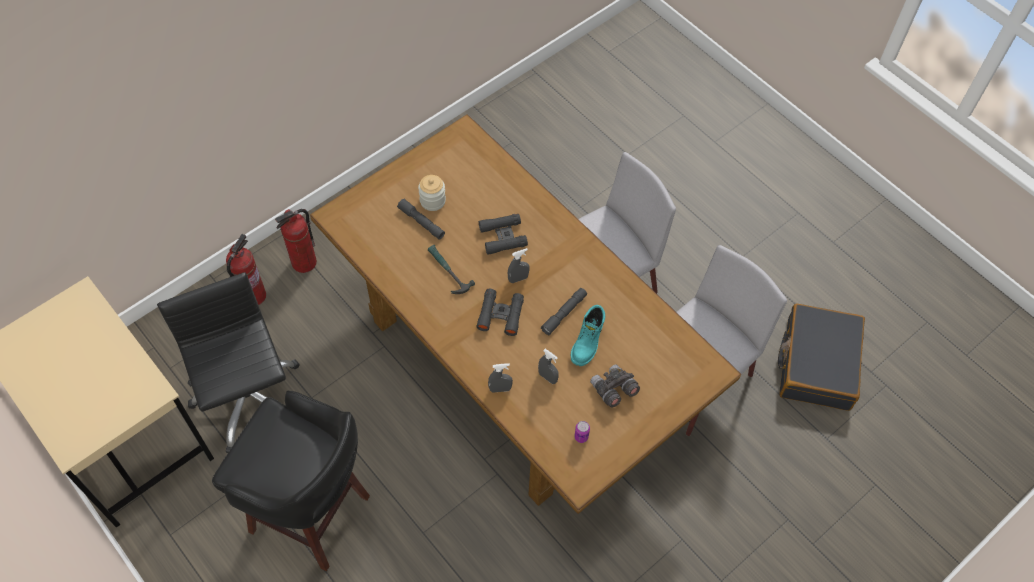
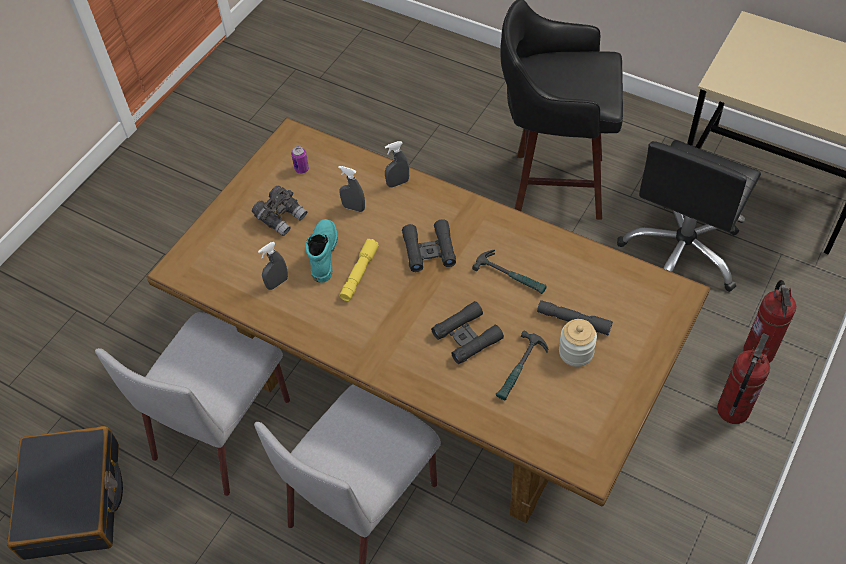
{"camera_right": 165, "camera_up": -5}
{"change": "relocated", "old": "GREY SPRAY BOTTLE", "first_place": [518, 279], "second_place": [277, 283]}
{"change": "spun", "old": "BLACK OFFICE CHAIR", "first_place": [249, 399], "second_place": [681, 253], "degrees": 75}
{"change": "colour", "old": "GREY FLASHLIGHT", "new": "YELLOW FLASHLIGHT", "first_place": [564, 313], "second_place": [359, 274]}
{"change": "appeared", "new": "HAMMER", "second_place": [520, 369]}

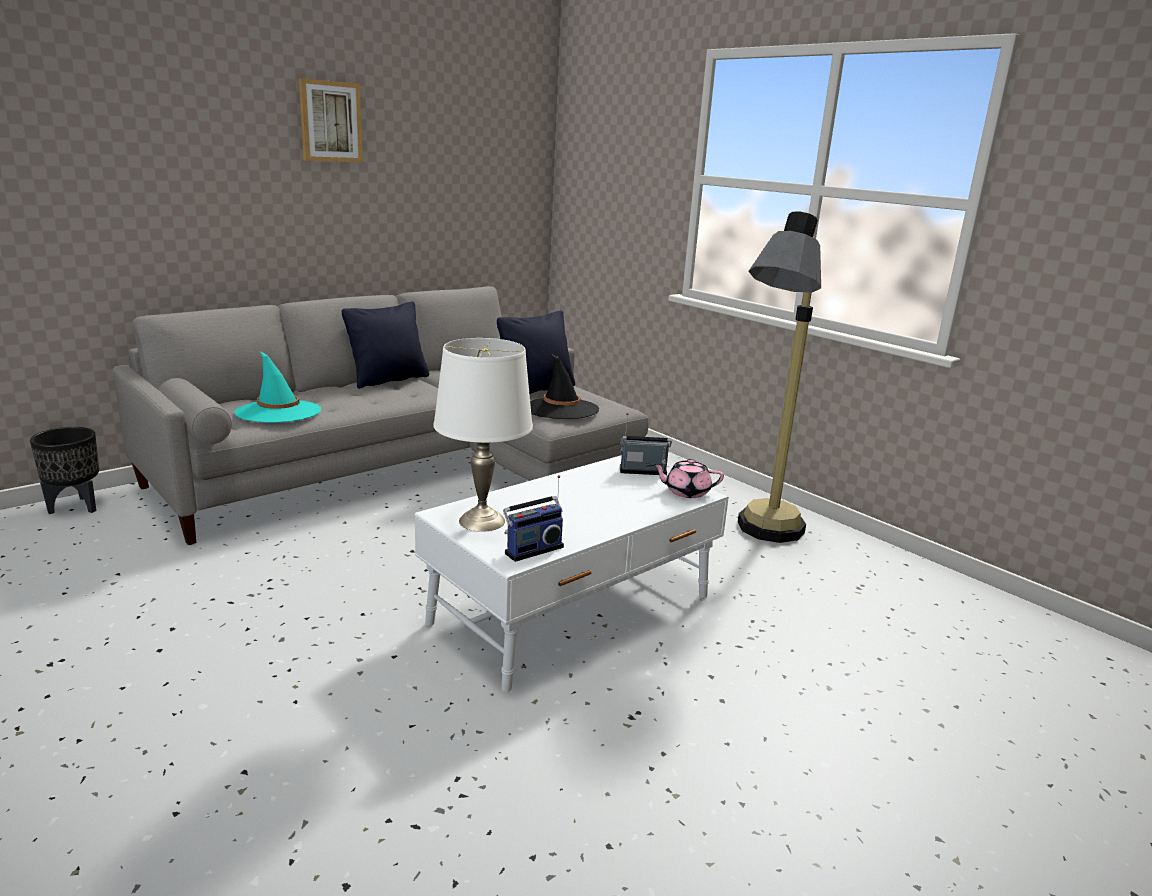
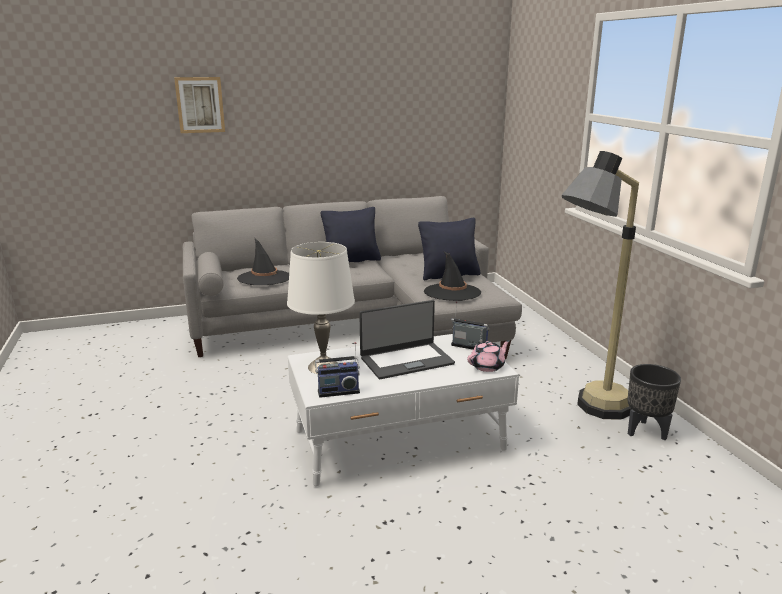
{"camera_right": 25, "camera_up": 0}
{"change": "relocated", "old": "PICTURE", "first_place": [330, 121], "second_place": [200, 105]}
{"change": "colour", "old": "TURQUOISE HAT", "new": "BLACK HAT", "first_place": [278, 412], "second_place": [264, 278]}
{"change": "relocated", "old": "BLACK PLANTER", "first_place": [76, 507], "second_place": [646, 431]}
{"change": "spun", "old": "PINK TEAPOT", "first_place": [686, 492], "second_place": [487, 366], "degrees": 120}
{"change": "appeared", "new": "LAPTOP", "second_place": [406, 360]}

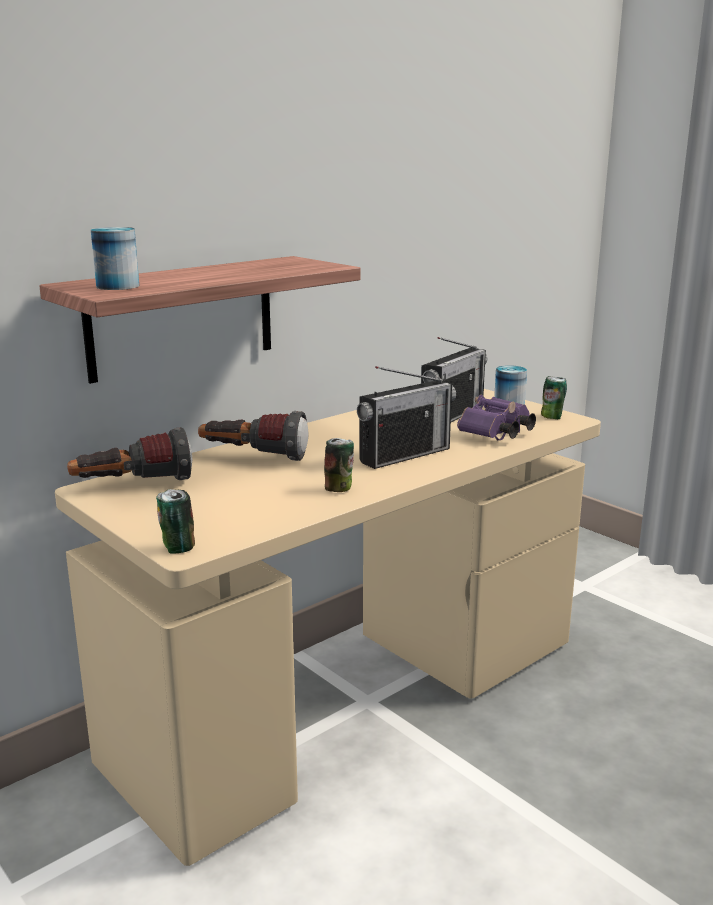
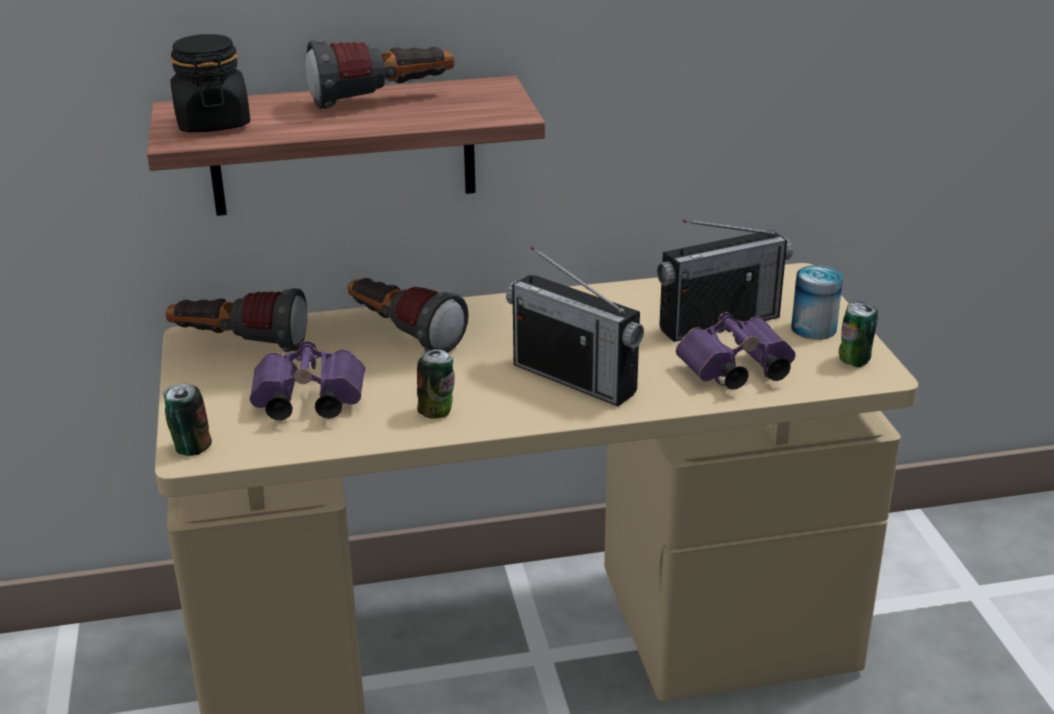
{"camera_right": 30, "camera_up": 10}
{"change": "exchanged", "old": "CAN", "new": "BLACK JAR", "first_place": [118, 286], "second_place": [212, 123]}
{"change": "spun", "old": "RADIO", "first_place": [405, 455], "second_place": [574, 378], "degrees": 45}
{"change": "appeared", "new": "FLASHLIGHT", "second_place": [383, 100]}
{"change": "appeared", "new": "PURPLE BINOCULARS", "second_place": [305, 404]}

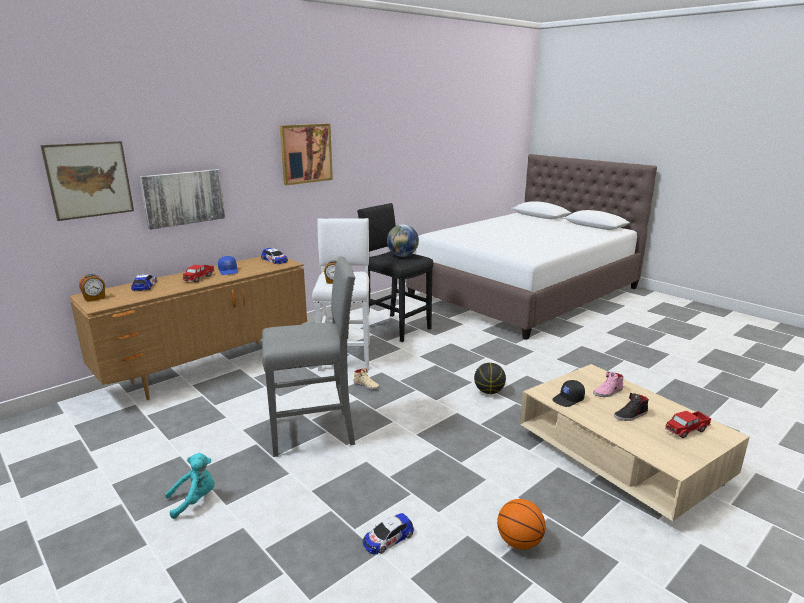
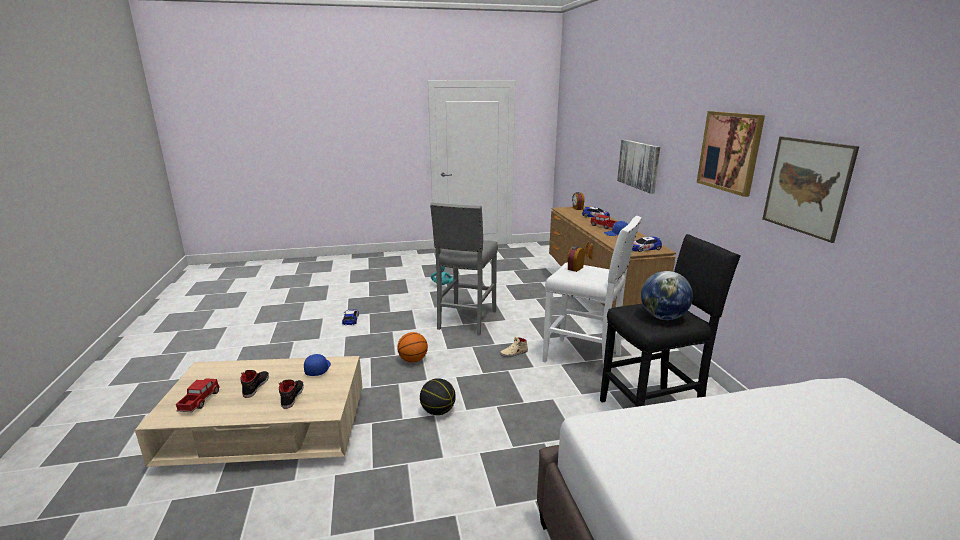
{"camera_right": 120, "camera_up": 0}
{"change": "relocated", "old": "PICTURE", "first_place": [89, 180], "second_place": [806, 186]}
{"change": "colour", "old": "PINK SHOE", "new": "BLACK SHOE", "first_place": [608, 392], "second_place": [292, 396]}
{"change": "colour", "old": "BLACK CAP", "new": "BLUE CAP", "first_place": [568, 399], "second_place": [317, 369]}
{"change": "relocated", "old": "BASKETBALL", "first_place": [519, 542], "second_place": [413, 360]}

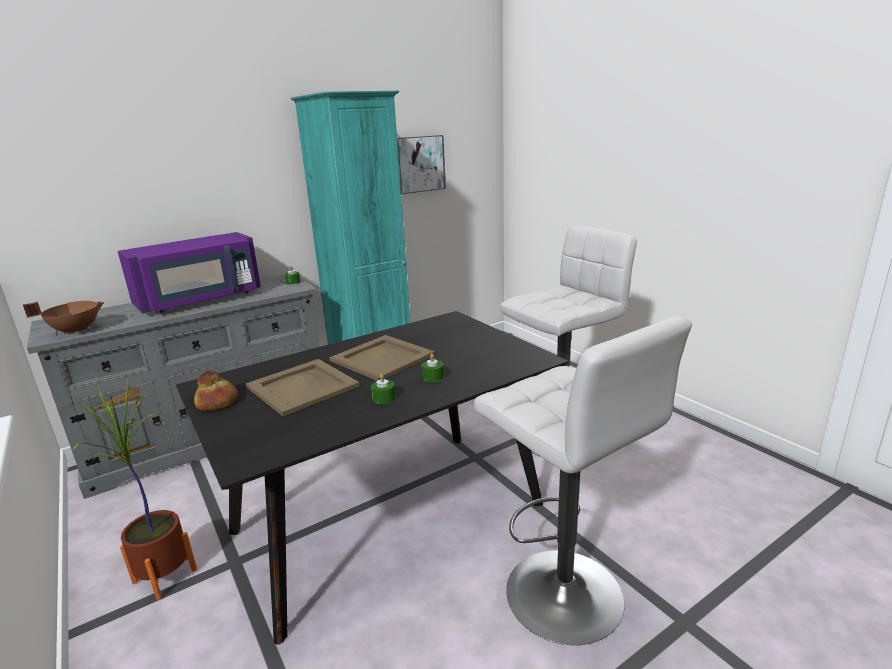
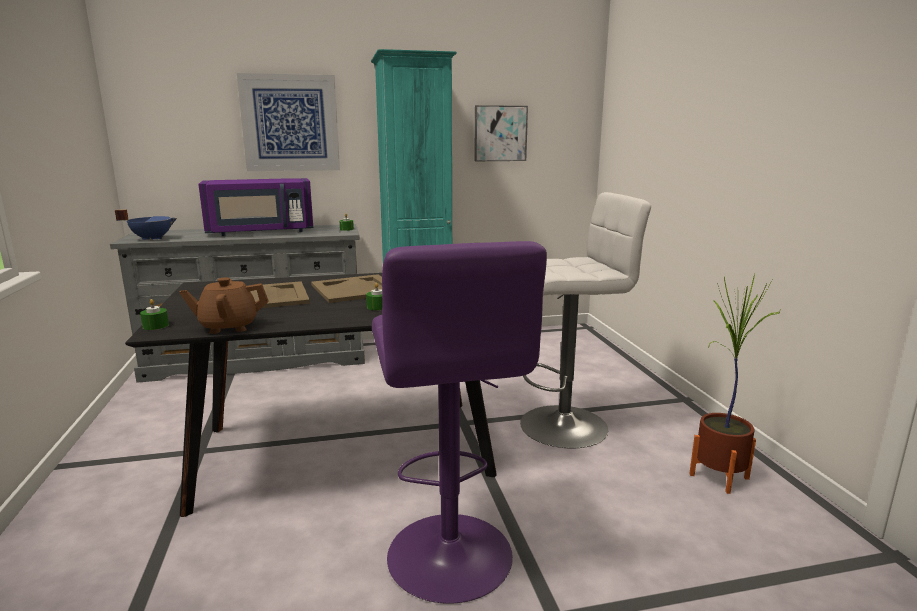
{"camera_right": 20, "camera_up": -5}
{"change": "colour", "old": "BROWN COOKING POT", "new": "BLUE COOKING POT", "first_place": [76, 331], "second_place": [152, 239]}
{"change": "colour", "old": "WHITE STOOL", "new": "PURPLE STOOL", "first_place": [564, 596], "second_place": [448, 556]}
{"change": "missing", "old": "BREAD", "first_place": [218, 402]}
{"change": "relocated", "old": "GREEN CANDLE", "first_place": [384, 398], "second_place": [155, 326]}
{"change": "relocated", "old": "POTTED PLANT", "first_place": [164, 576], "second_place": [718, 477]}
{"change": "appeared", "new": "PICTURE", "second_place": [290, 123]}
{"change": "appeared", "new": "BROWN TEAPOT", "second_place": [228, 327]}

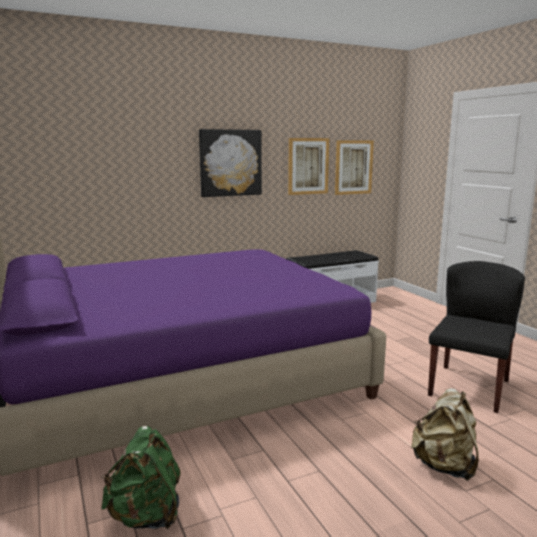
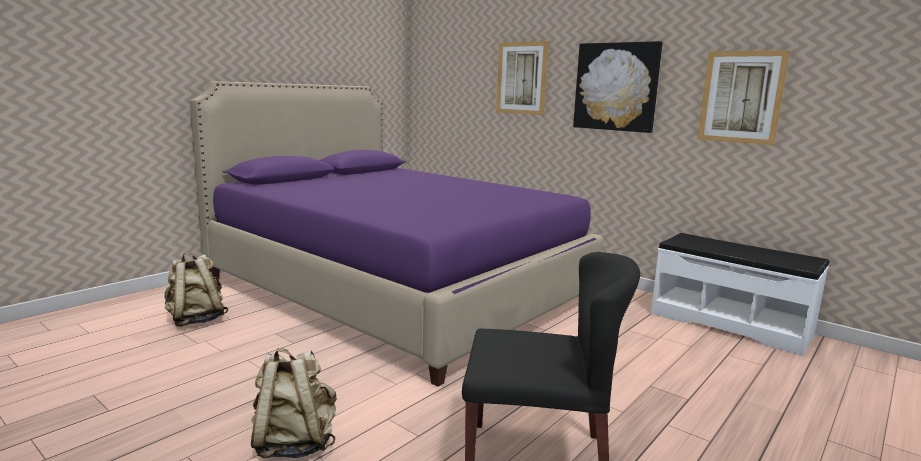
{"camera_right": 65, "camera_up": 0}
{"change": "relocated", "old": "PICTURE", "first_place": [353, 167], "second_place": [522, 78]}
{"change": "colour", "old": "GREEN BACKPACK", "new": "BEIGE BACKPACK", "first_place": [146, 516], "second_place": [196, 320]}

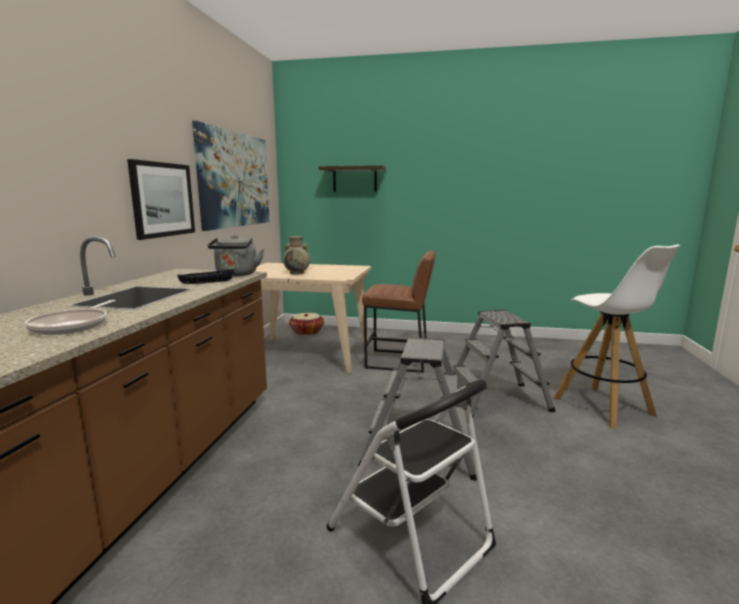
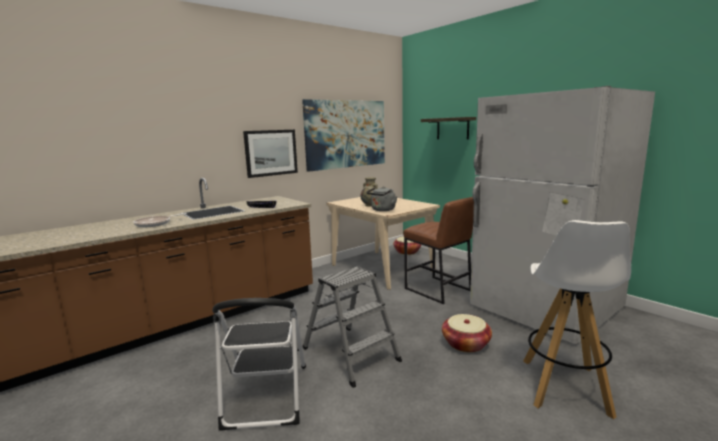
{"camera_right": 40, "camera_up": 0}
{"change": "relocated", "old": "GREY KETTLE", "first_place": [236, 275], "second_place": [382, 210]}
{"change": "exchanged", "old": "GREY STEP LADDER", "new": "BASKET", "first_place": [497, 400], "second_place": [465, 344]}
{"change": "appeared", "new": "WHITE FRIDGE", "second_place": [546, 307]}

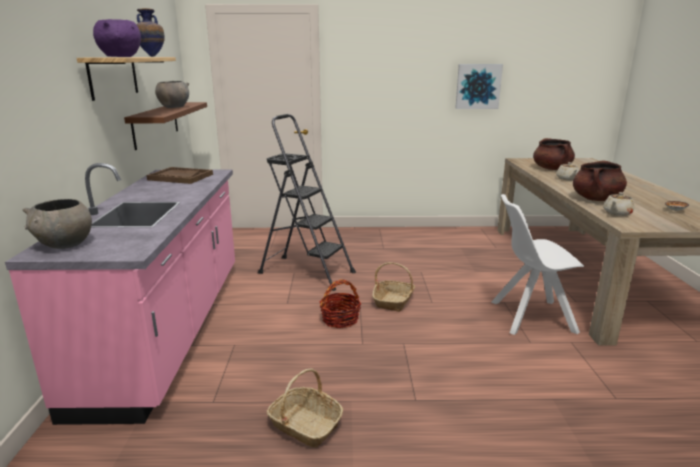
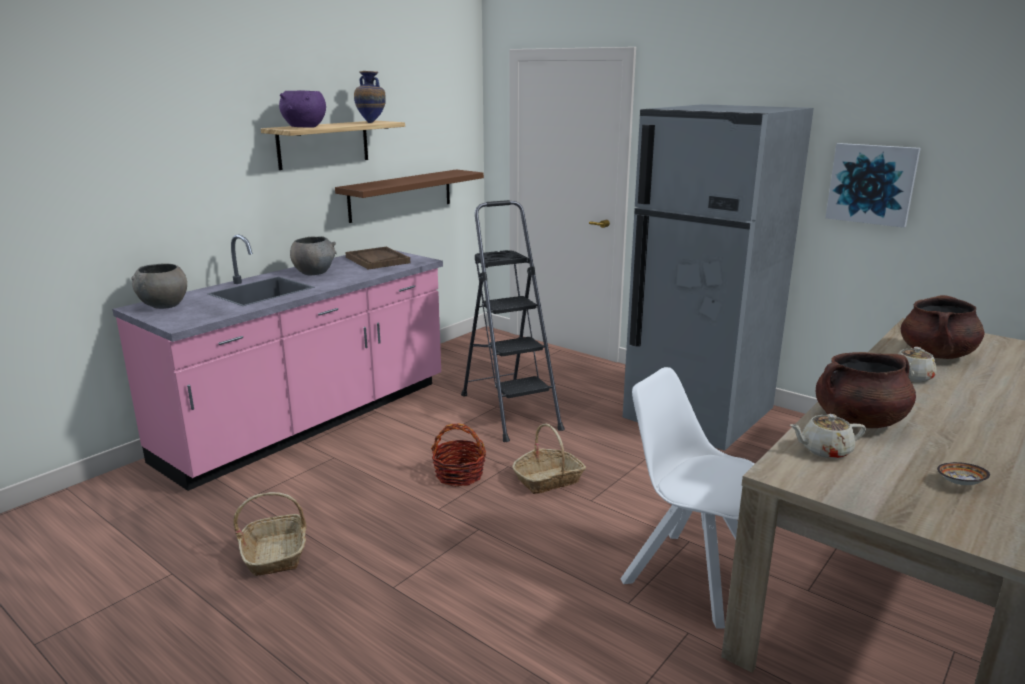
{"camera_right": 40, "camera_up": 0}
{"change": "relocated", "old": "GREY BOWL", "first_place": [174, 107], "second_place": [314, 272]}
{"change": "appeared", "new": "GREY FRIDGE", "second_place": [700, 412]}

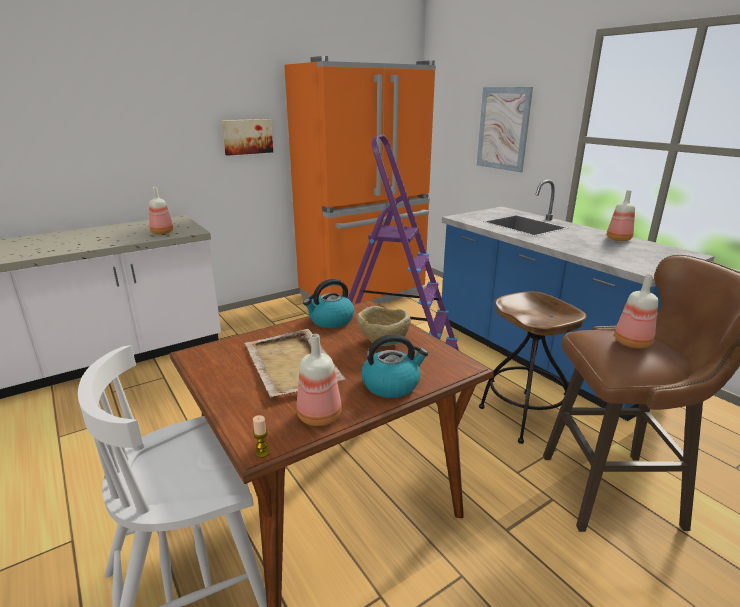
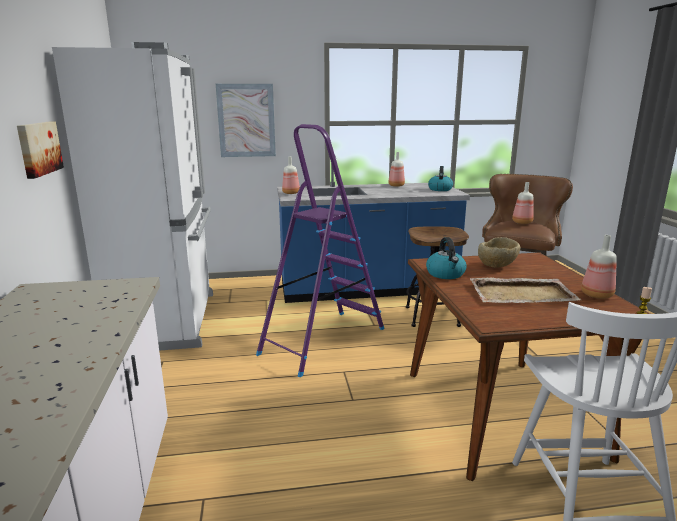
{"camera_right": -65, "camera_up": -5}
{"change": "colour", "old": "ORANGE FRIDGE", "new": "WHITE FRIDGE", "first_place": [364, 294], "second_place": [168, 320]}
{"change": "relocated", "old": "BOTTLE", "first_place": [162, 232], "second_place": [291, 193]}
{"change": "relocated", "old": "KETTLE", "first_place": [391, 384], "second_place": [440, 189]}

